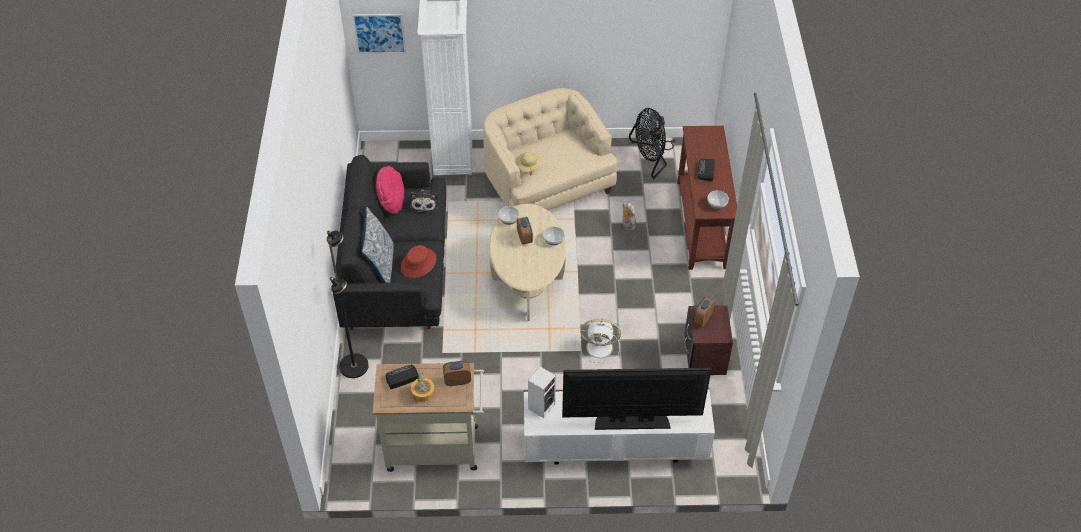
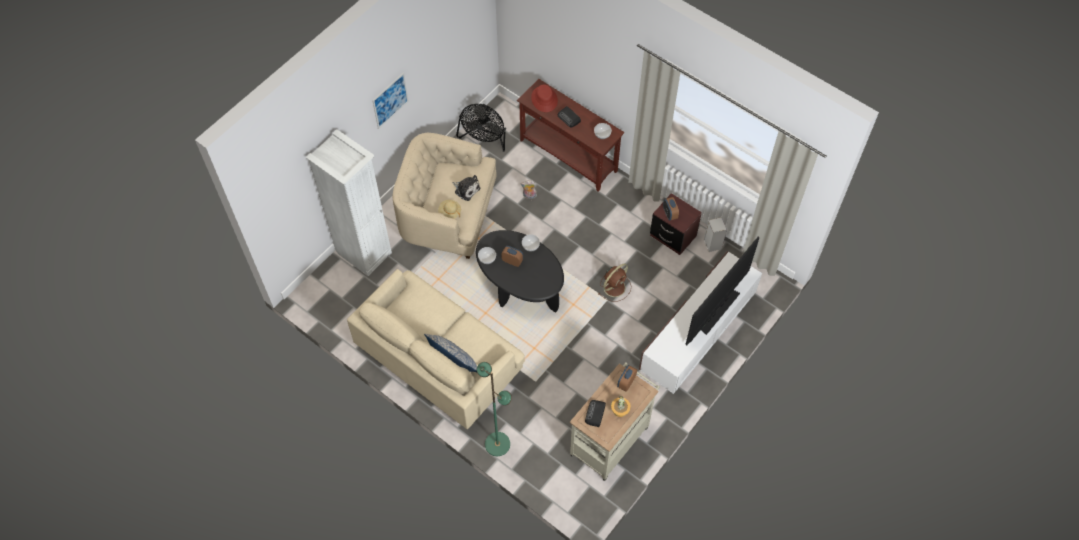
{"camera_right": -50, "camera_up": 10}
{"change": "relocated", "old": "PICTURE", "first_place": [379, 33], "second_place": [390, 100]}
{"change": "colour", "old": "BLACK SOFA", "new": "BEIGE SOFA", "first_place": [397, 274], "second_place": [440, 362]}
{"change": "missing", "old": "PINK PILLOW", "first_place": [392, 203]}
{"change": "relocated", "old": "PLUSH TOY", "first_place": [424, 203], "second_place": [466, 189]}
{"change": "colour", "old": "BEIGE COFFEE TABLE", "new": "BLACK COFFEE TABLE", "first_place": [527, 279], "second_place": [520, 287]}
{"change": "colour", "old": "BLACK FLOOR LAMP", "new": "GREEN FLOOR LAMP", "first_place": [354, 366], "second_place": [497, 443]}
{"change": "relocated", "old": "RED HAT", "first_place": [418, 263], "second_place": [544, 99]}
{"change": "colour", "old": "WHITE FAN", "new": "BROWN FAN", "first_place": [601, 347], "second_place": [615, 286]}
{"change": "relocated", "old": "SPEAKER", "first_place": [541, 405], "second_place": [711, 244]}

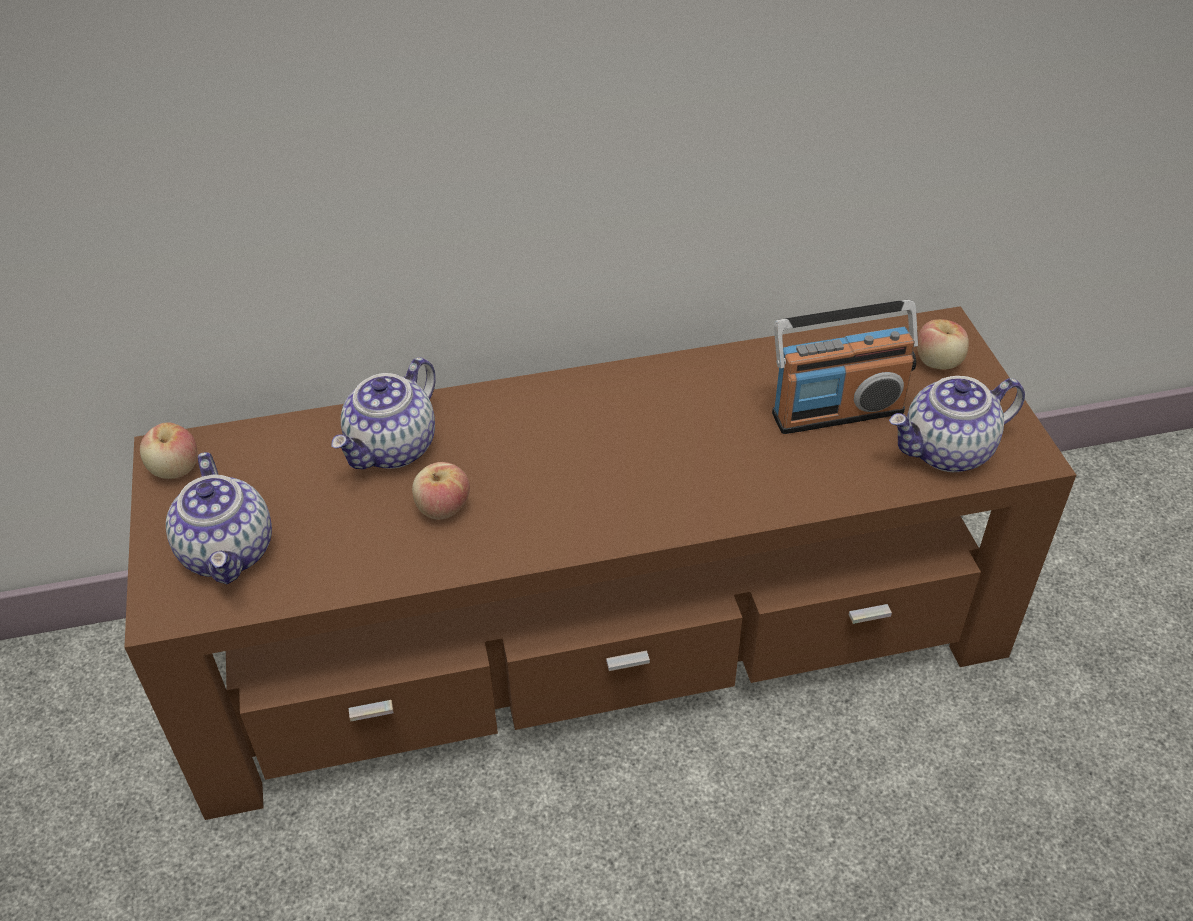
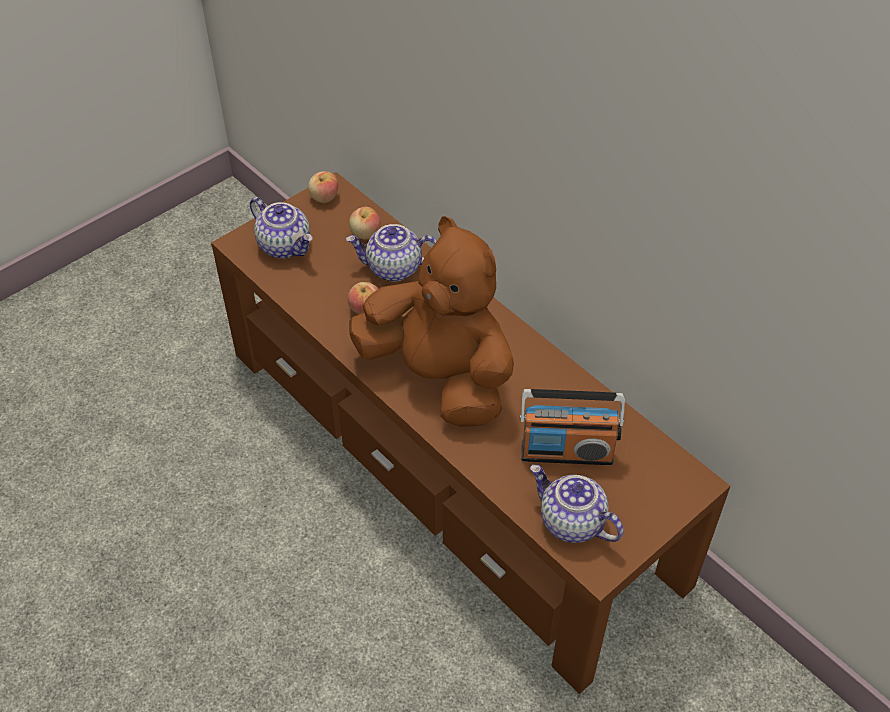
{"camera_right": 60, "camera_up": 5}
{"change": "spun", "old": "RADIO", "first_place": [837, 411], "second_place": [566, 452], "degrees": -45}
{"change": "relocated", "old": "APPLE", "first_place": [938, 362], "second_place": [365, 234]}
{"change": "spun", "old": "TEAPOT", "first_place": [229, 552], "second_place": [285, 245], "degrees": -90}
{"change": "appeared", "new": "BROWN PLUSH TOY", "second_place": [439, 377]}

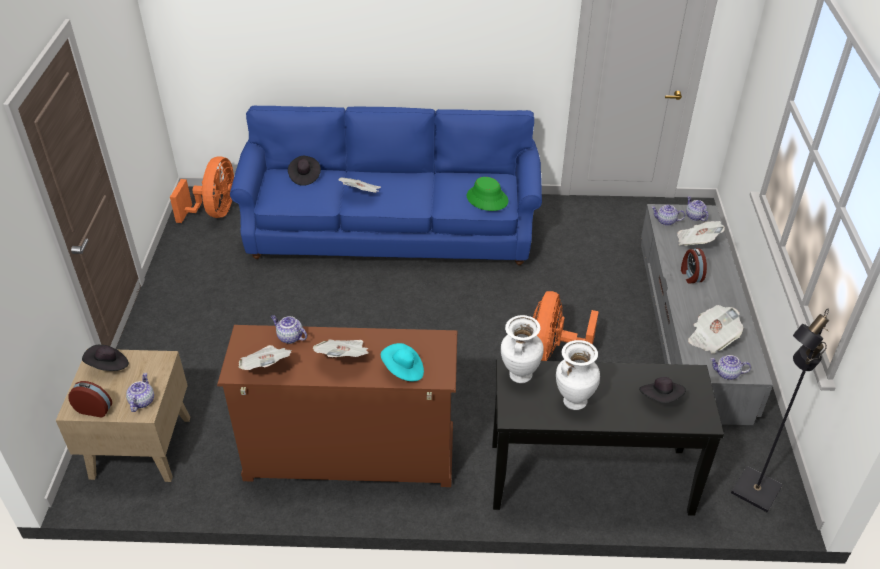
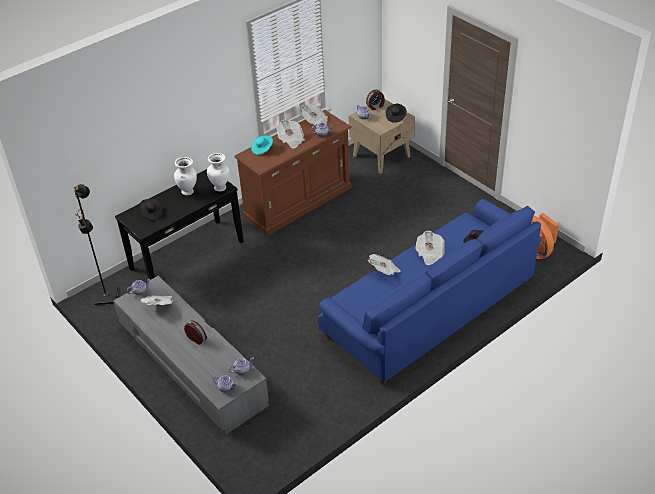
{"camera_right": 140, "camera_up": 0}
{"change": "missing", "old": "GREEN HAT", "first_place": [487, 199]}
{"change": "relocated", "old": "NEWSPAPER", "first_place": [696, 242], "second_place": [384, 271]}
{"change": "missing", "old": "ORANGE FAN", "first_place": [552, 352]}

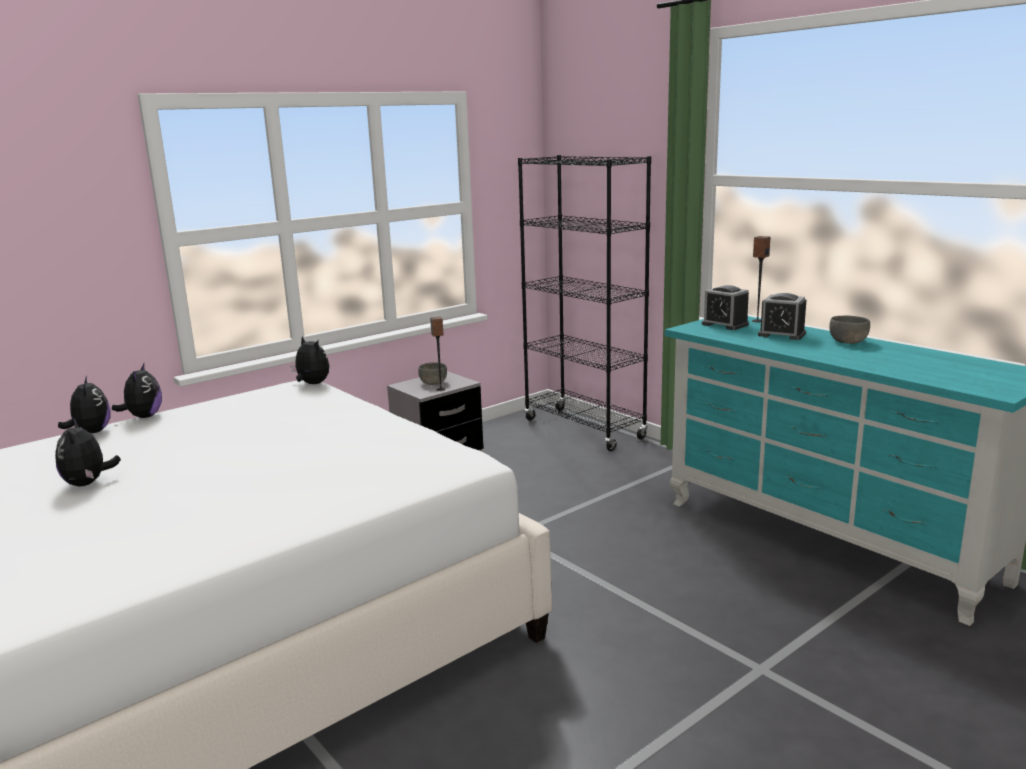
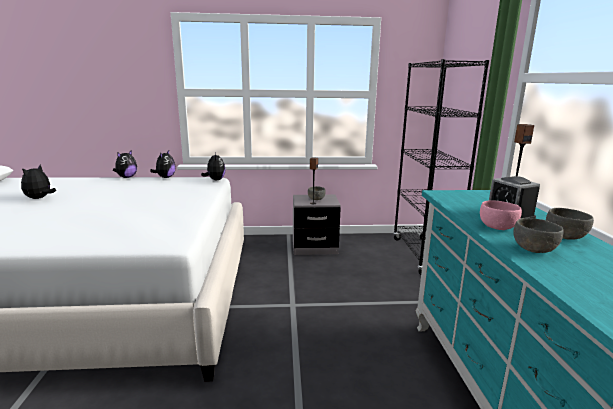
{"camera_right": 35, "camera_up": 0}
{"change": "missing", "old": "ALARM CLOCK", "first_place": [725, 324]}
{"change": "relocated", "old": "PLUSH TOY", "first_place": [91, 432], "second_place": [165, 177]}
{"change": "appeared", "new": "PINK BOWL", "second_place": [497, 226]}
{"change": "appeared", "new": "GREY BOWL", "second_place": [533, 248]}

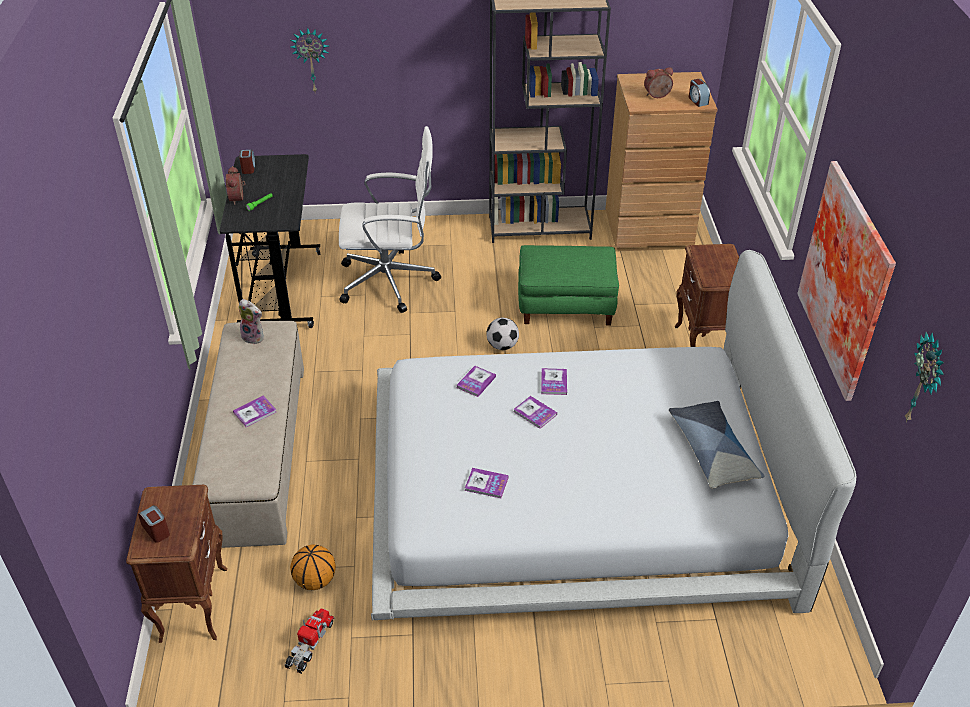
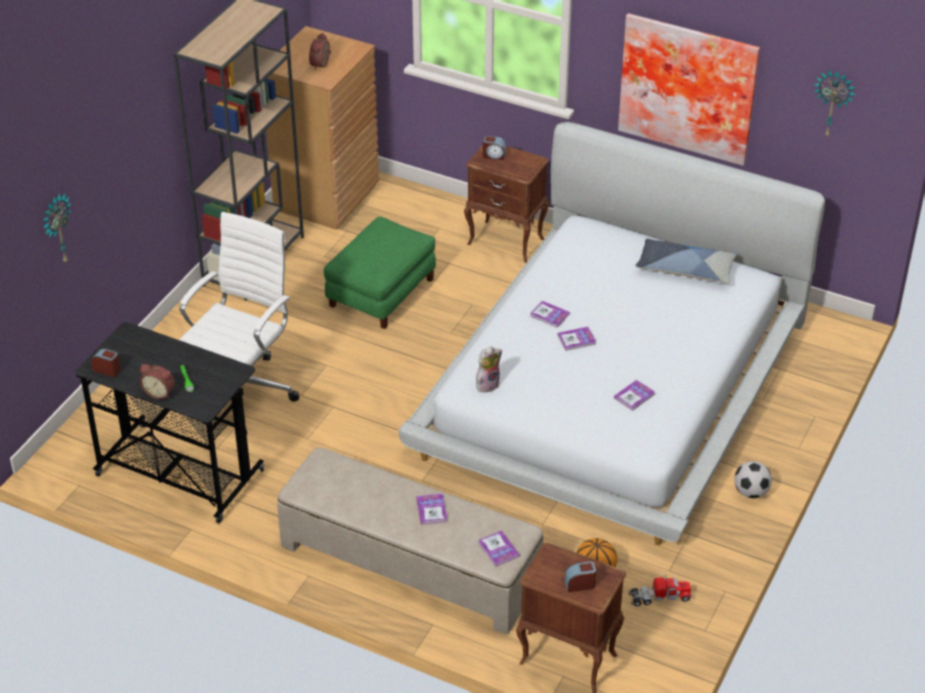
{"camera_right": -60, "camera_up": 0}
{"change": "relocated", "old": "ALARM CLOCK", "first_place": [697, 101], "second_place": [494, 155]}
{"change": "relocated", "old": "PLUSH TOY", "first_place": [254, 337], "second_place": [487, 384]}
{"change": "relocated", "old": "FOOTBALL", "first_place": [502, 346], "second_place": [751, 492]}
{"change": "relocated", "old": "BOOK", "first_place": [476, 382], "second_place": [498, 549]}
{"change": "spun", "old": "TOY TRUCK", "first_place": [310, 644], "second_place": [659, 597], "degrees": 120}

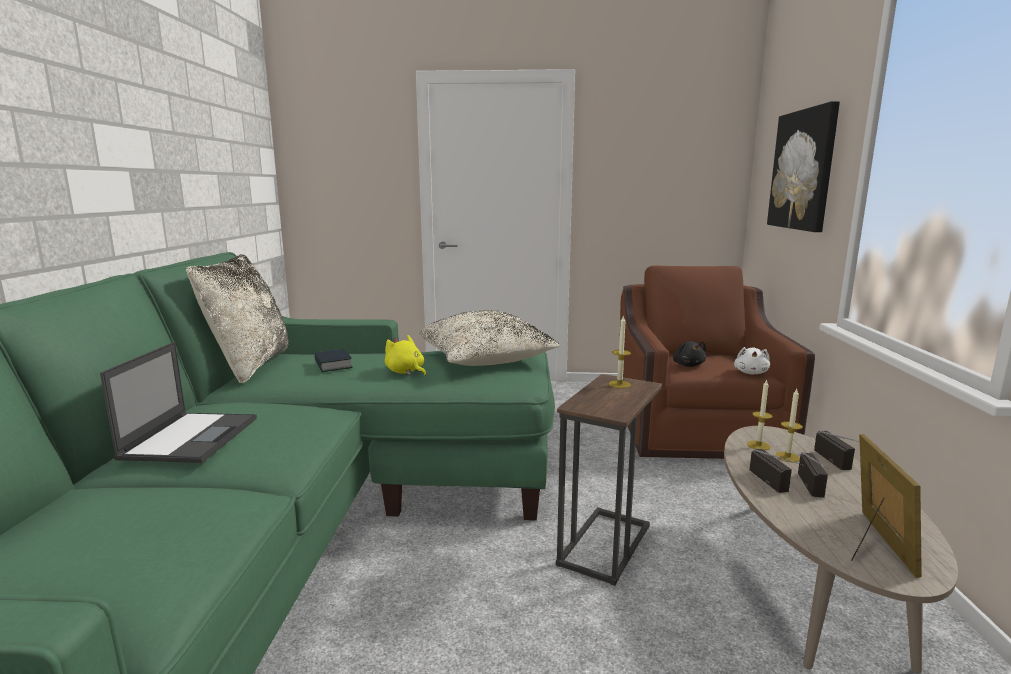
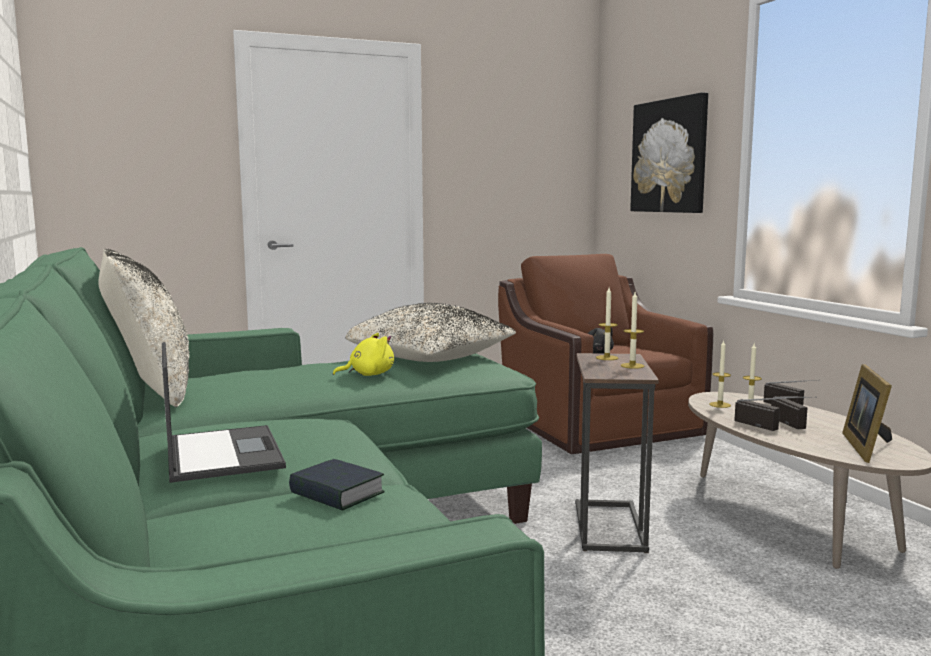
{"camera_right": -25, "camera_up": -5}
{"change": "spun", "old": "YELLOW PLUSH TOY", "first_place": [406, 372], "second_place": [368, 374], "degrees": 135}
{"change": "missing", "old": "WHITE PLUSH TOY", "first_place": [751, 373]}
{"change": "relocated", "old": "BOOK", "first_place": [333, 365], "second_place": [337, 493]}
{"change": "spun", "old": "PICTURE FRAME", "first_place": [874, 543], "second_place": [867, 447], "degrees": -150}
{"change": "appeared", "new": "CANDLE", "second_place": [632, 366]}

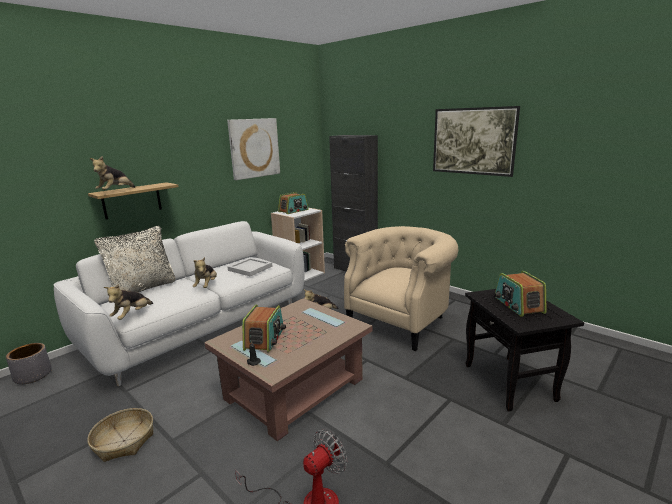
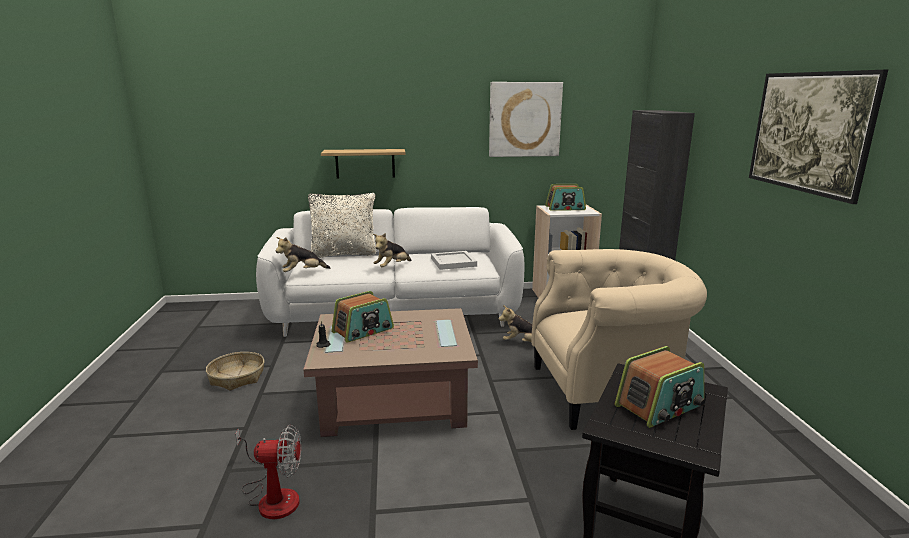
{"camera_right": 40, "camera_up": 0}
{"change": "missing", "old": "PLUSH TOY", "first_place": [115, 191]}
{"change": "spun", "old": "RADIO", "first_place": [518, 305], "second_place": [660, 406], "degrees": -150}
{"change": "missing", "old": "GREY PLANTER", "first_place": [33, 375]}

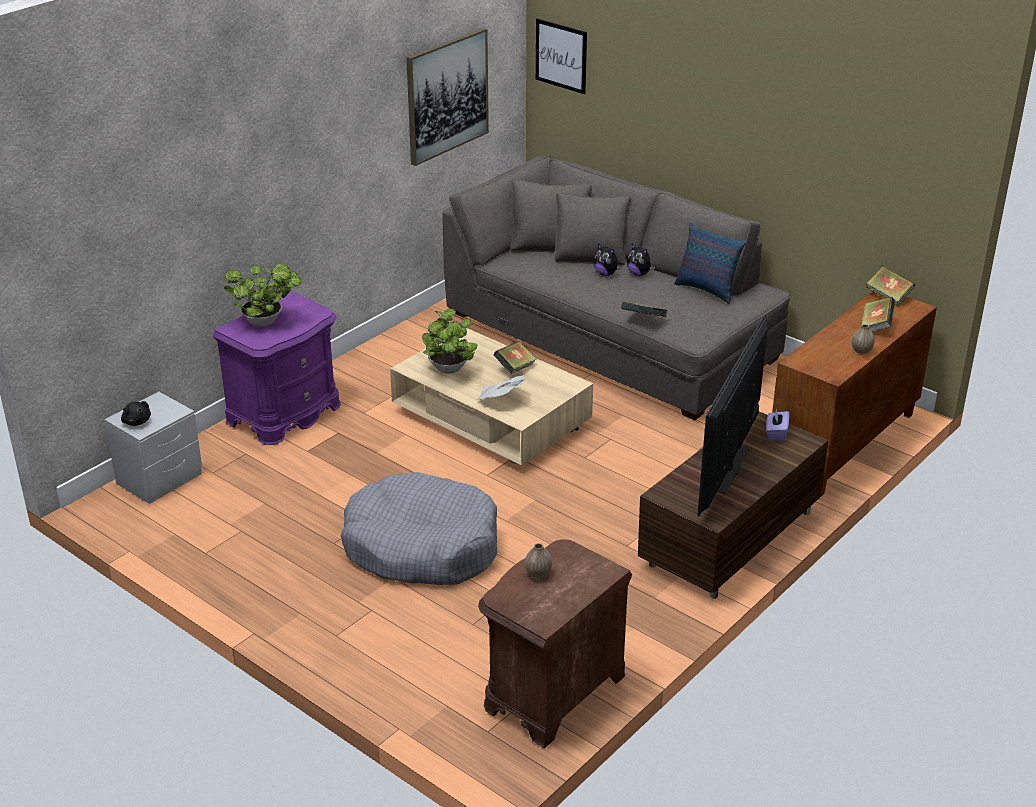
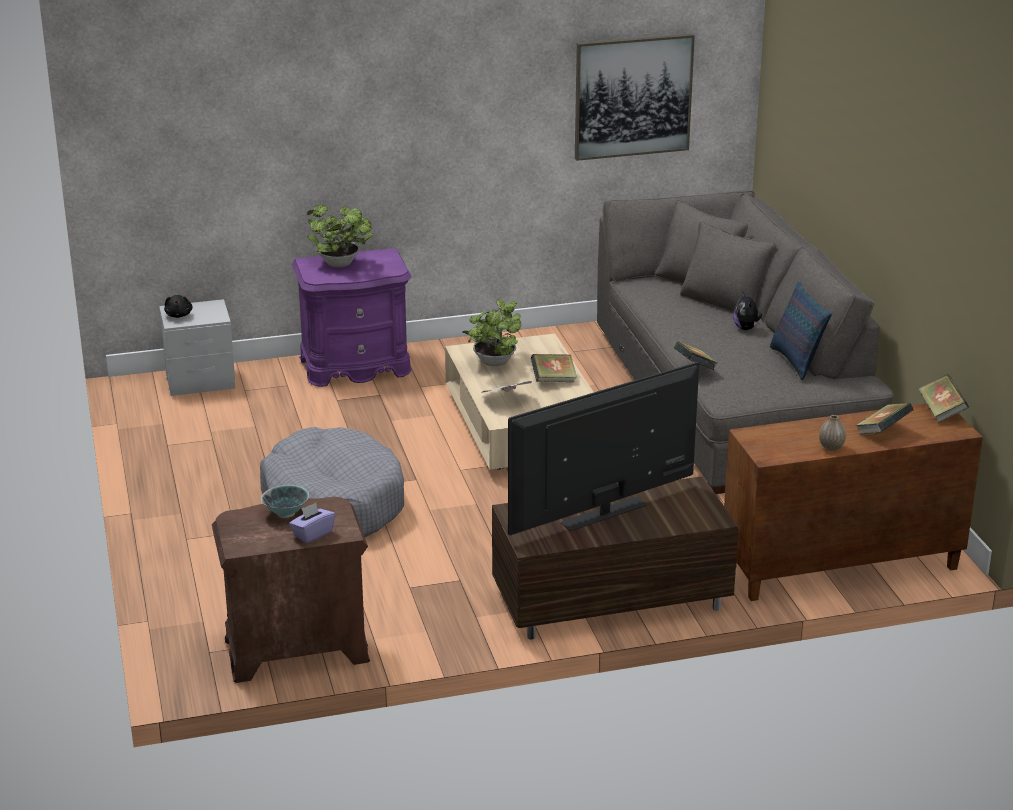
{"camera_right": 35, "camera_up": -5}
{"change": "missing", "old": "PICTURE", "first_place": [561, 56]}
{"change": "missing", "old": "PLUSH TOY", "first_place": [606, 274]}
{"change": "relocated", "old": "PURPLE TISSUE BOX", "first_place": [776, 434], "second_place": [312, 534]}
{"change": "exchanged", "old": "VASE", "new": "BOWL", "first_place": [538, 574], "second_place": [286, 514]}

